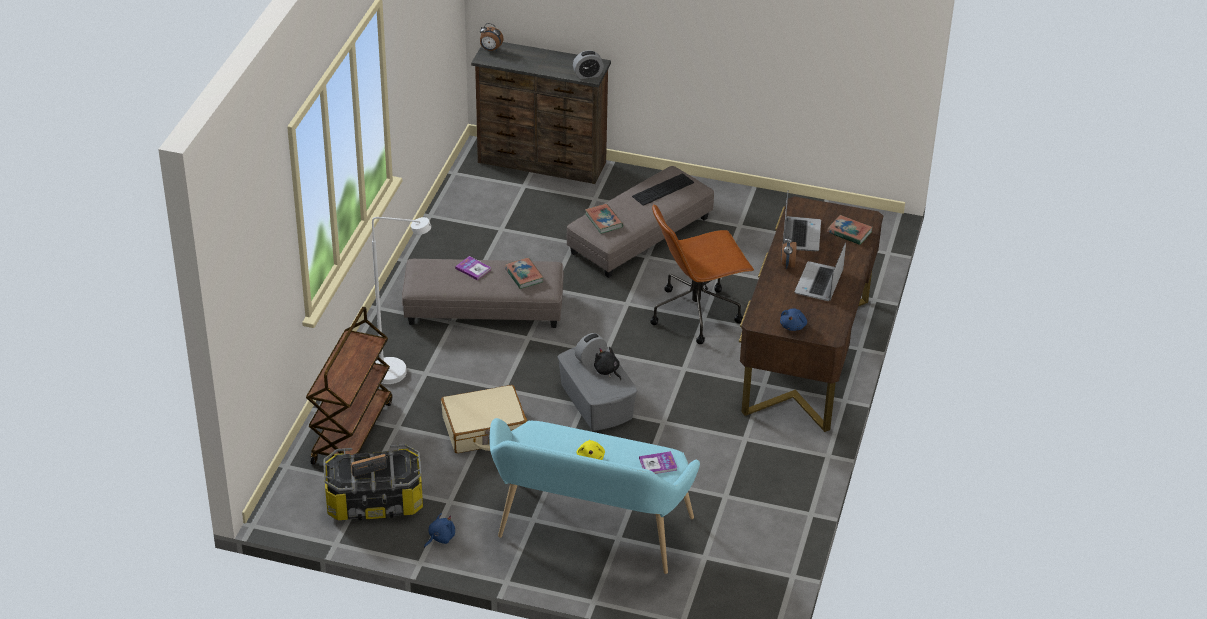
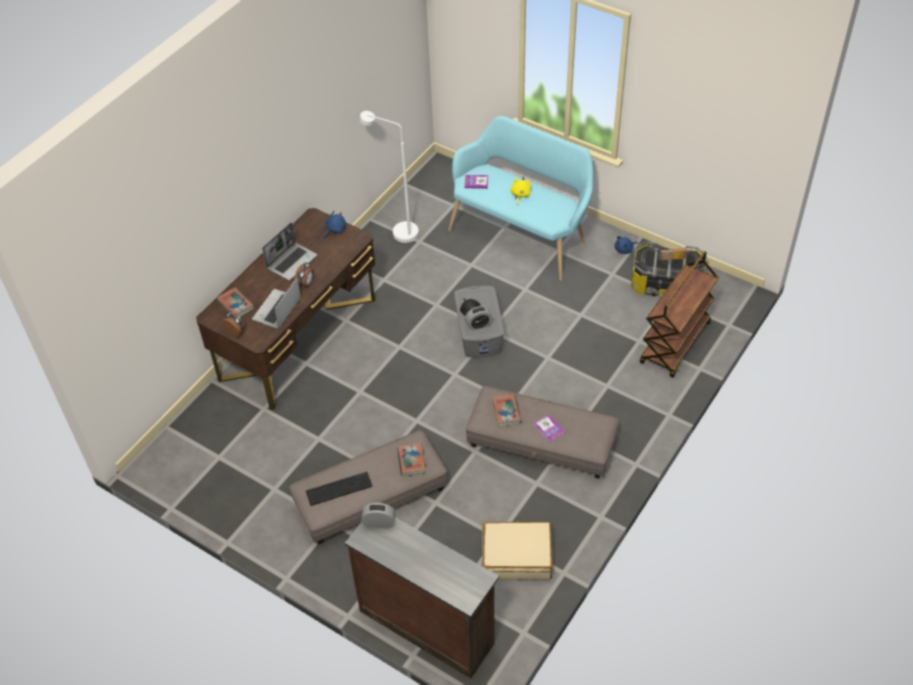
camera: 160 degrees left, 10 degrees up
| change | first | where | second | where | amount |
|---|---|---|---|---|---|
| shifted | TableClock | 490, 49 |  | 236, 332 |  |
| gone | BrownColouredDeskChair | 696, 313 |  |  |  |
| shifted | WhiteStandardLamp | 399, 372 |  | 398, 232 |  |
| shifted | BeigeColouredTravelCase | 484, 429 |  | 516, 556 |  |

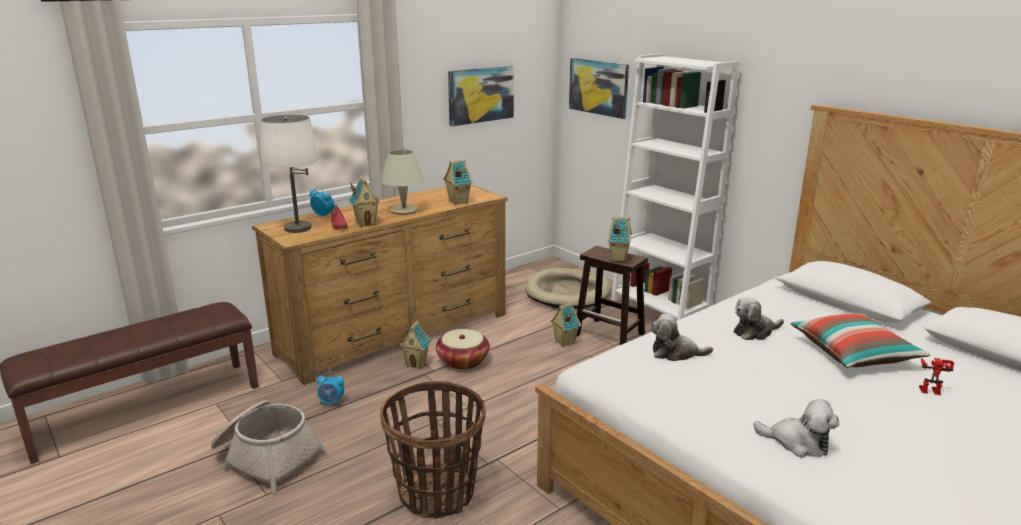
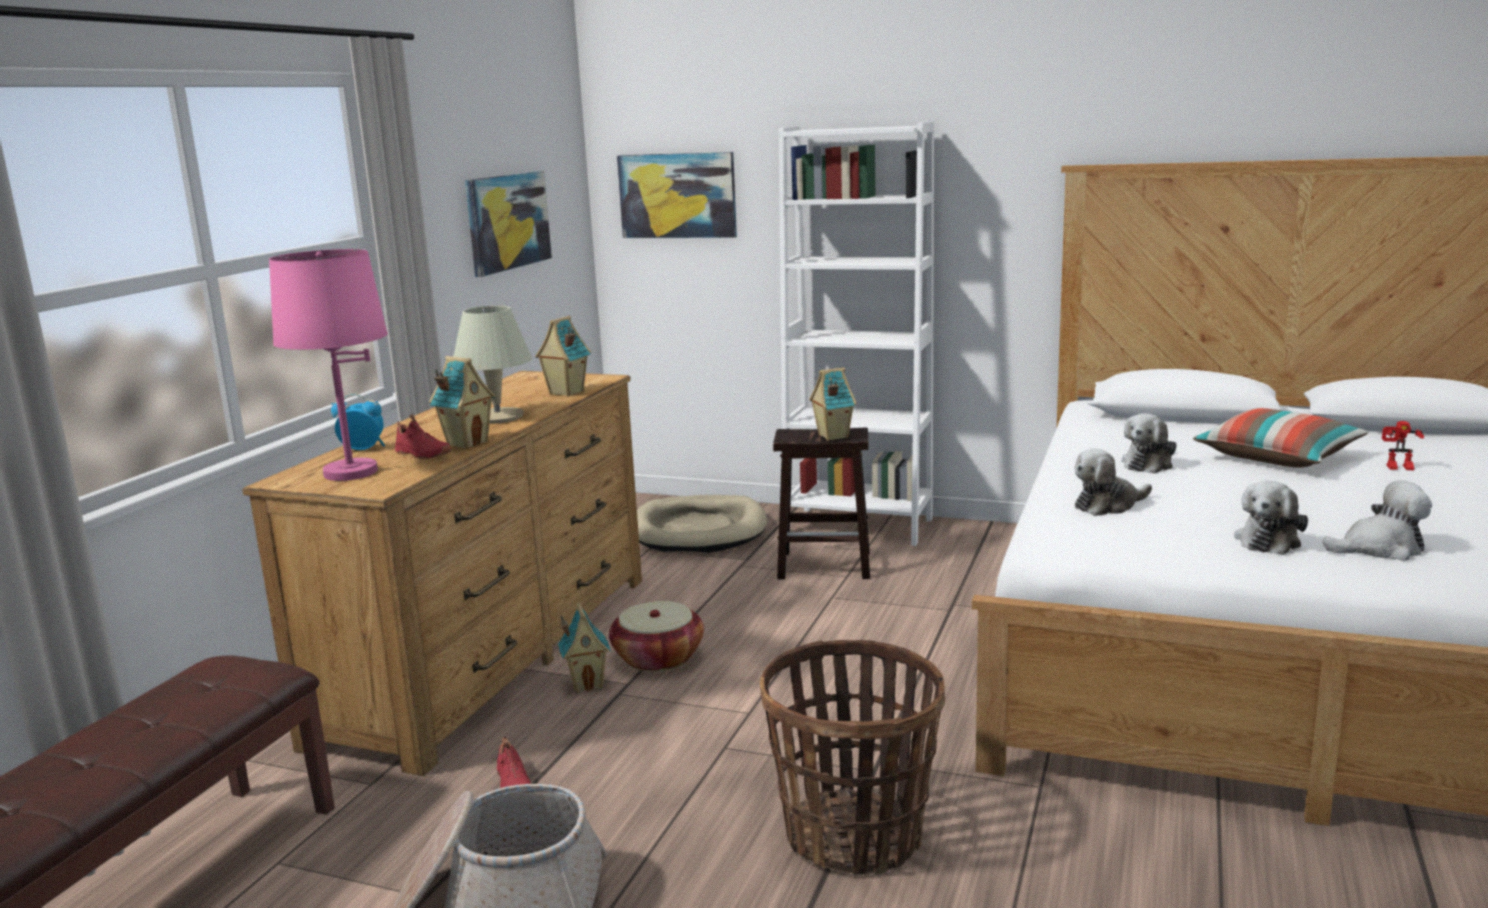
camera: 30 degrees left, 5 degrees down
| change | first | where | second | where | amount |
|---|---|---|---|---|---|
| repainted | WhiteLampForATable | 297, 228 | PinkishLampForATable | 350, 473 |  |
| gone | ModelHouse | 564, 343 |  |  |  |
| rotated | RobotFigure | 930, 389 |  | 1398, 468 | 150 degrees counterclockwise |
| swapped | TableClock | 331, 402 | ReddishShoe | 512, 783 |  |
| new |  |  | PlushToy | 1268, 540 |  |

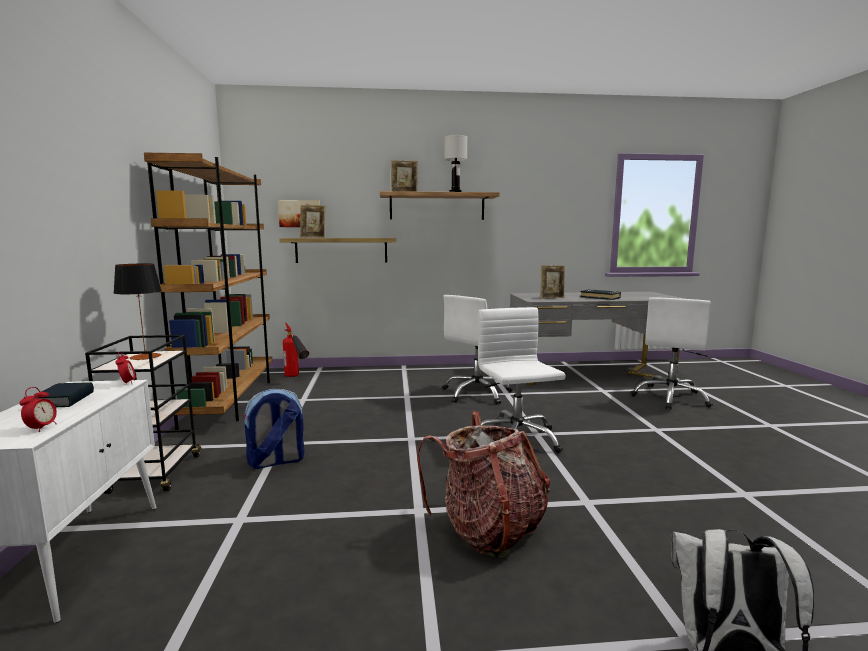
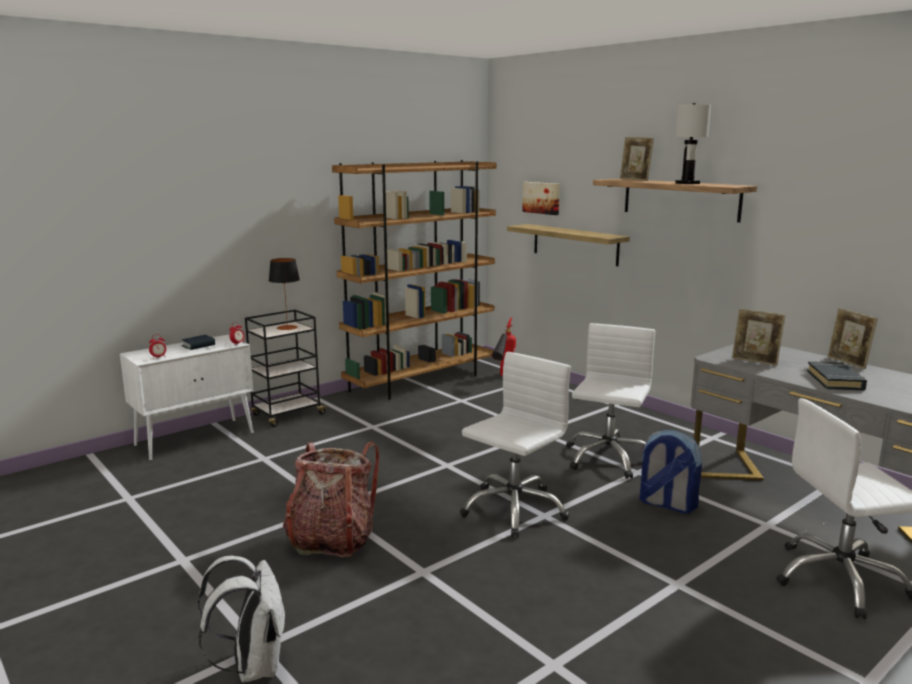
camera: 55 degrees right, 5 degrees up
| change | first | where | second | where | amount |
|---|---|---|---|---|---|
| shifted | PictureFrame | 313, 237 |  | 847, 363 |  |
| rotated | WhiteDeskChair | 477, 393 |  | 607, 458 | 105 degrees clockwise |
| shifted | Knapsack | 276, 461 |  | 666, 504 |  |

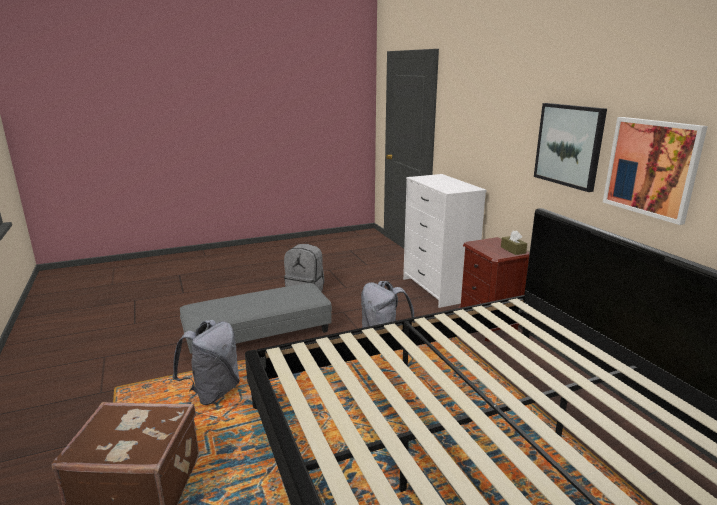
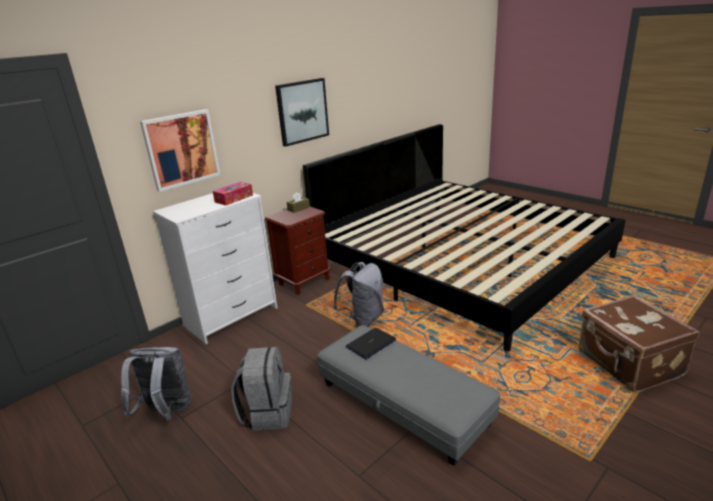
camera: 110 degrees left, 5 degrees up
| change | first | where | second | where | amount |
|---|---|---|---|---|---|
| shifted | WallPicture | 651, 168 |  | 181, 149 |  |
| shifted | GrayKnapsack | 213, 392 |  | 166, 412 |  |
| new |  |  | TissueBox | 234, 198 |  |
| new |  |  | Laptop | 371, 344 |  |

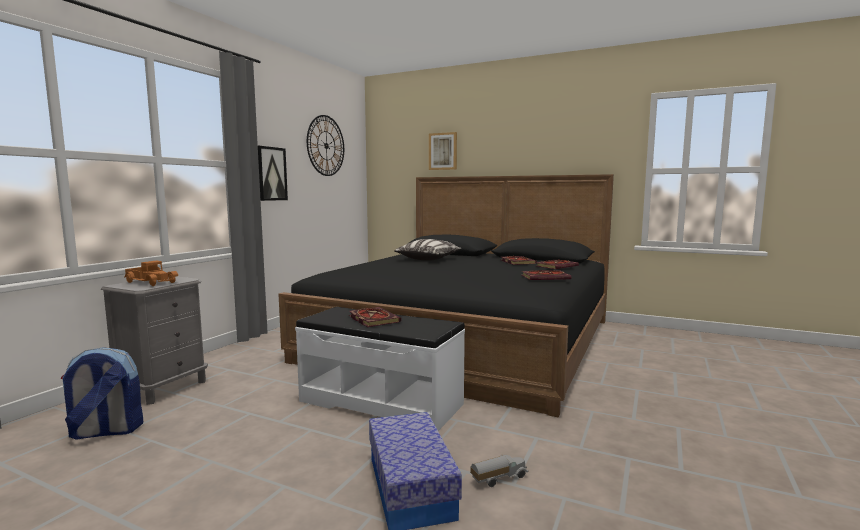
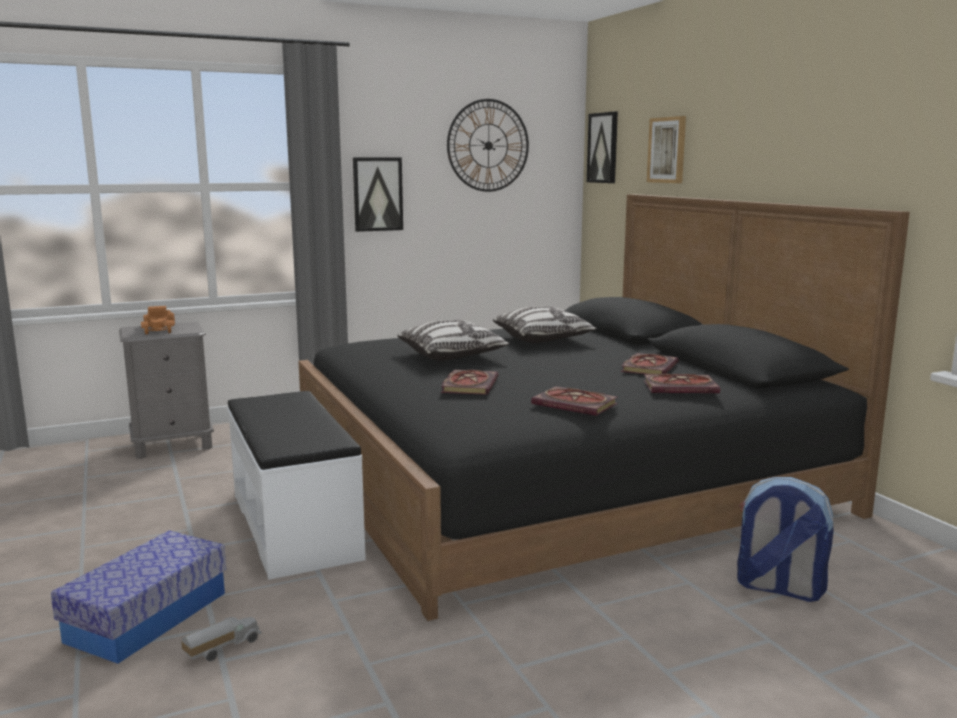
camera: 40 degrees right, 5 degrees up
| change | first | where | second | where | amount |
|---|---|---|---|---|---|
| shifted | BoundBook | 372, 319 |  | 469, 385 |  |
| shifted | Knapsack | 105, 431 |  | 778, 588 |  |
| rotated | ModelTruck | 498, 478 |  | 222, 649 | 60 degrees counterclockwise |
| new |  |  | WallPicture | 603, 148 |  |
| new |  |  | Pillow | 453, 356 |  |

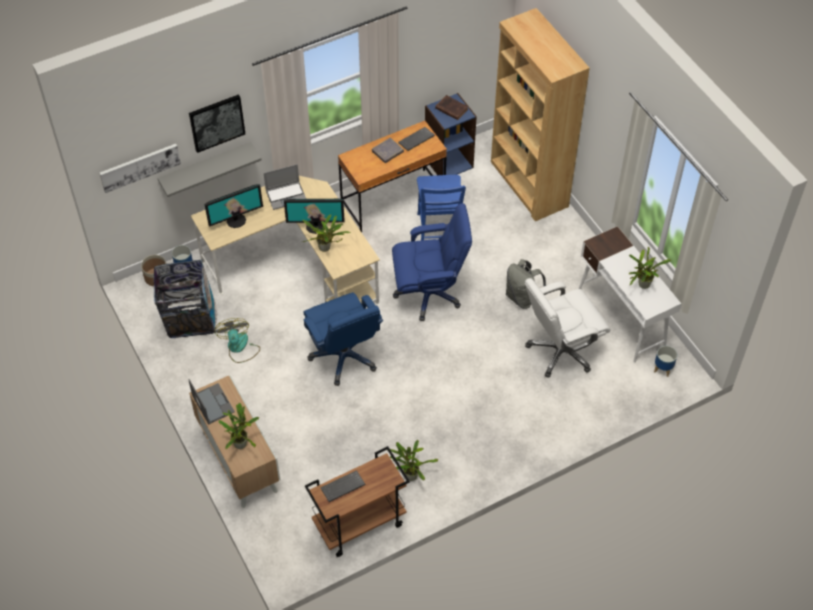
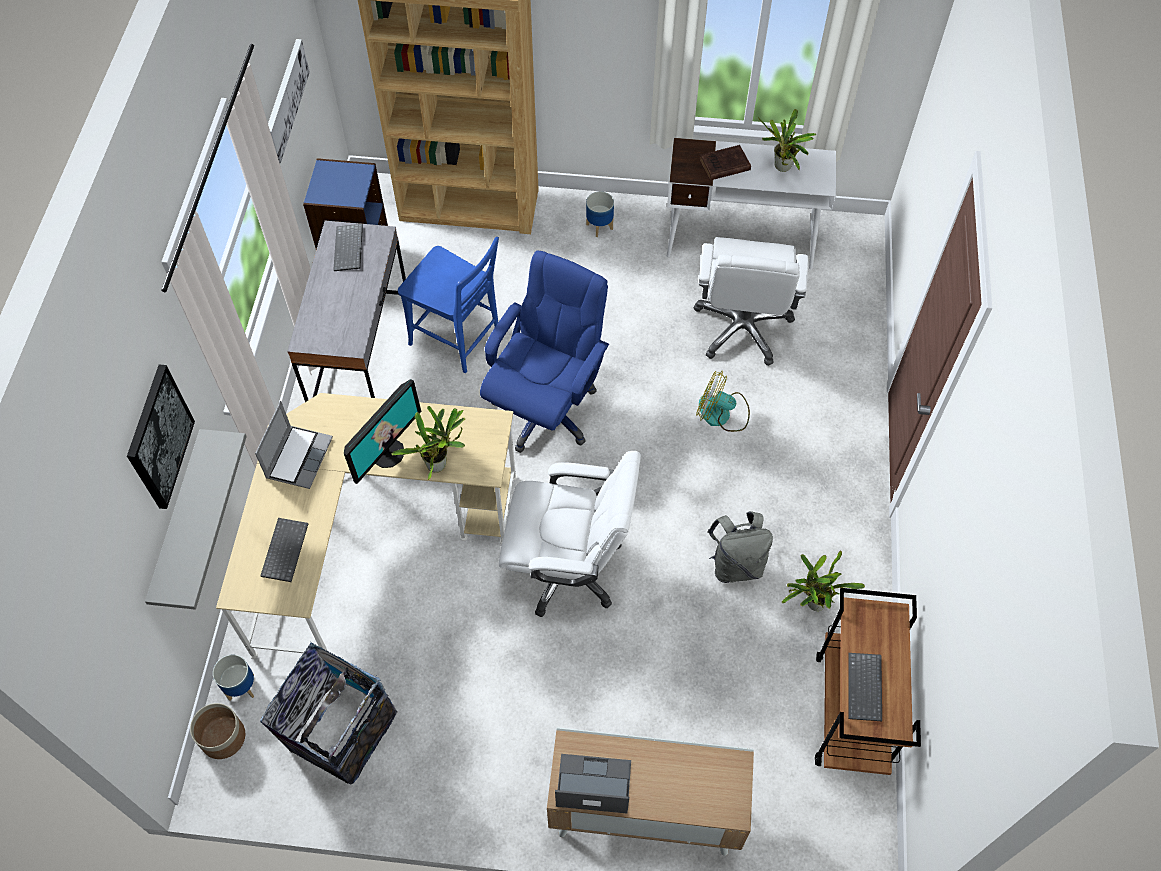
camera: 55 degrees left, 5 degrees up
| change | first | where | second | where | amount |
|---|---|---|---|---|---|
| shifted | BrownColouredBoundBook | 451, 109 |  | 723, 165 |  |
| repainted | BrownColouredDeskUnit | 393, 200 | GrayDeskUnit | 362, 358 |  |
| gone | GrayBoundBook | 387, 152 |  |  |  |
| shifted | WallPicture | 140, 167 |  | 285, 100 |  |
| swapped | Monitor | 236, 220 | Keyboard | 284, 549 |  |
| shifted | GrayKnapsack | 522, 297 |  | 736, 564 |  |
| repainted | BluishDeskChair | 344, 356 | WhiteDeskChair | 568, 568 |  |
| shifted | Fan | 239, 348 |  | 722, 414 |  |
| shifted | Planter | 663, 369 |  | 600, 226 |  |
| gone | PottedPlant | 241, 442 |  |  |  |

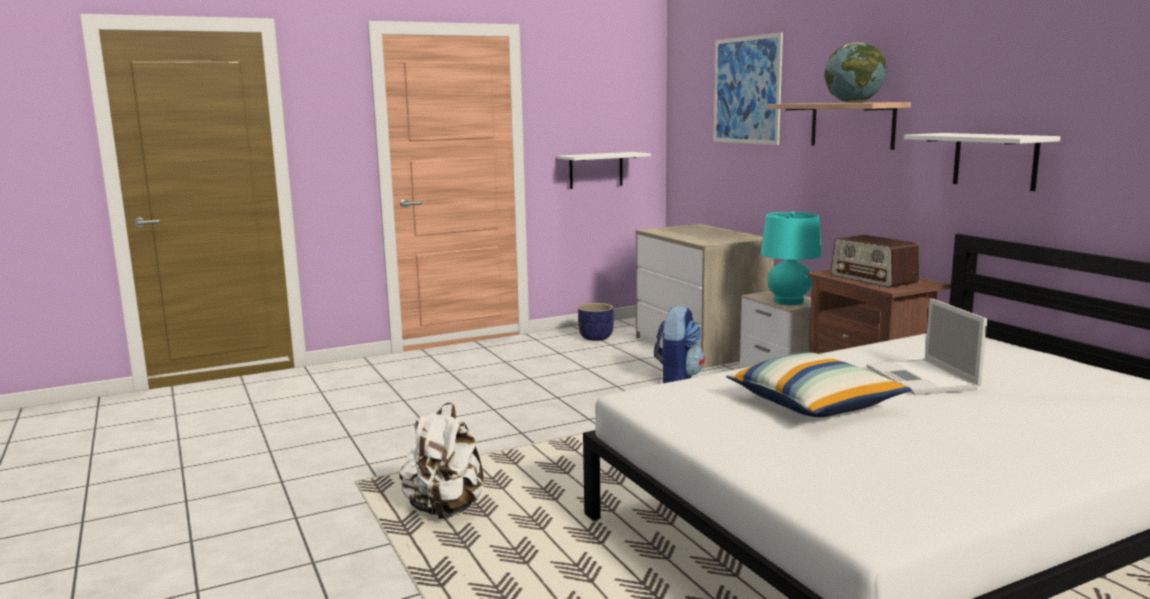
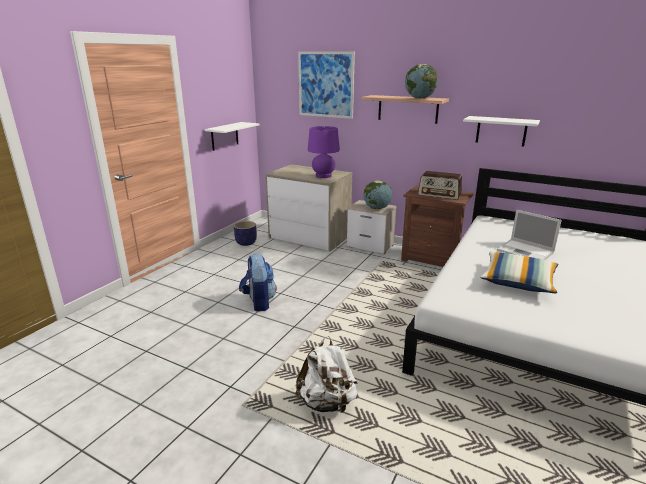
camera: 35 degrees left, 10 degrees up
| change | first | where | second | where | amount |
|---|---|---|---|---|---|
| swapped | TurquoiseColouredLampForATable | 788, 301 | WorldGlobe | 377, 208 |  |
| shifted | Knapsack | 677, 379 |  | 258, 302 |  |
| new |  |  | PurpleLampForATable | 323, 176 |  |

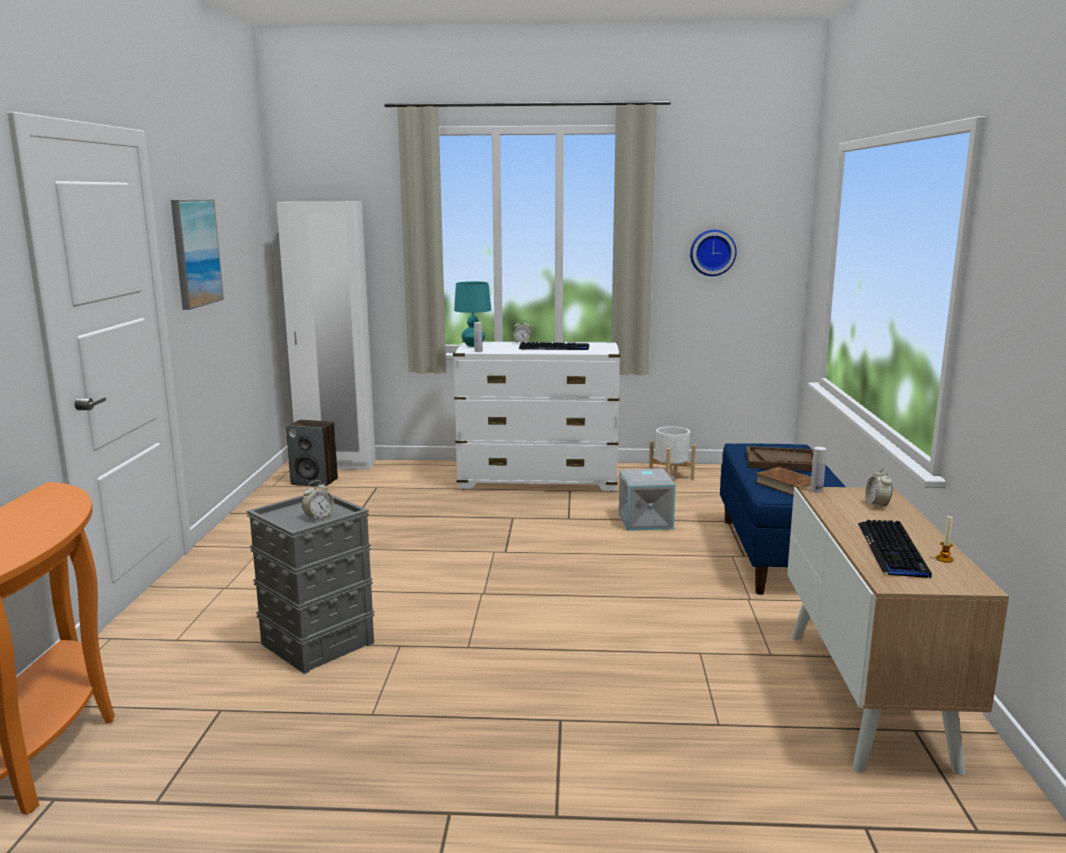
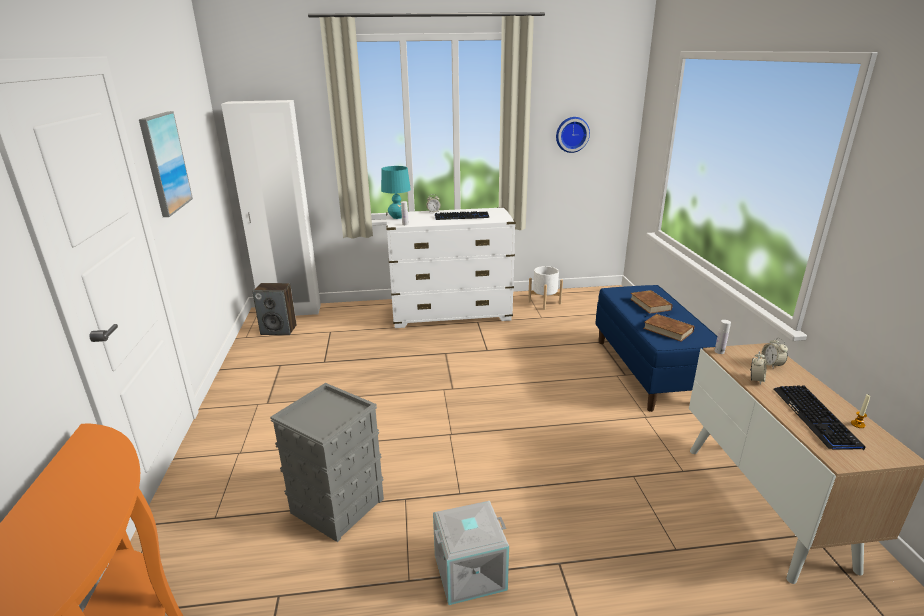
camera: 10 degrees left, 10 degrees up
| change | first | where | second | where | amount |
|---|---|---|---|---|---|
| swapped | BrownColouredTray | 782, 461 | BrownColouredBoundBook | 650, 304 |  |
| shifted | GrayStorageContainer | 645, 521 |  | 470, 571 |  |
| shifted | TableClock | 318, 517 |  | 756, 380 |  |

